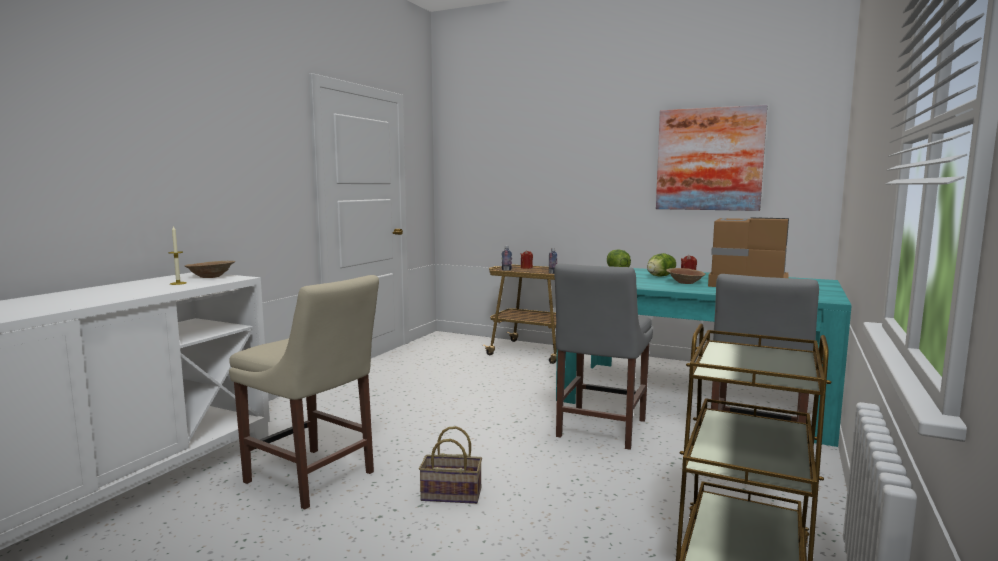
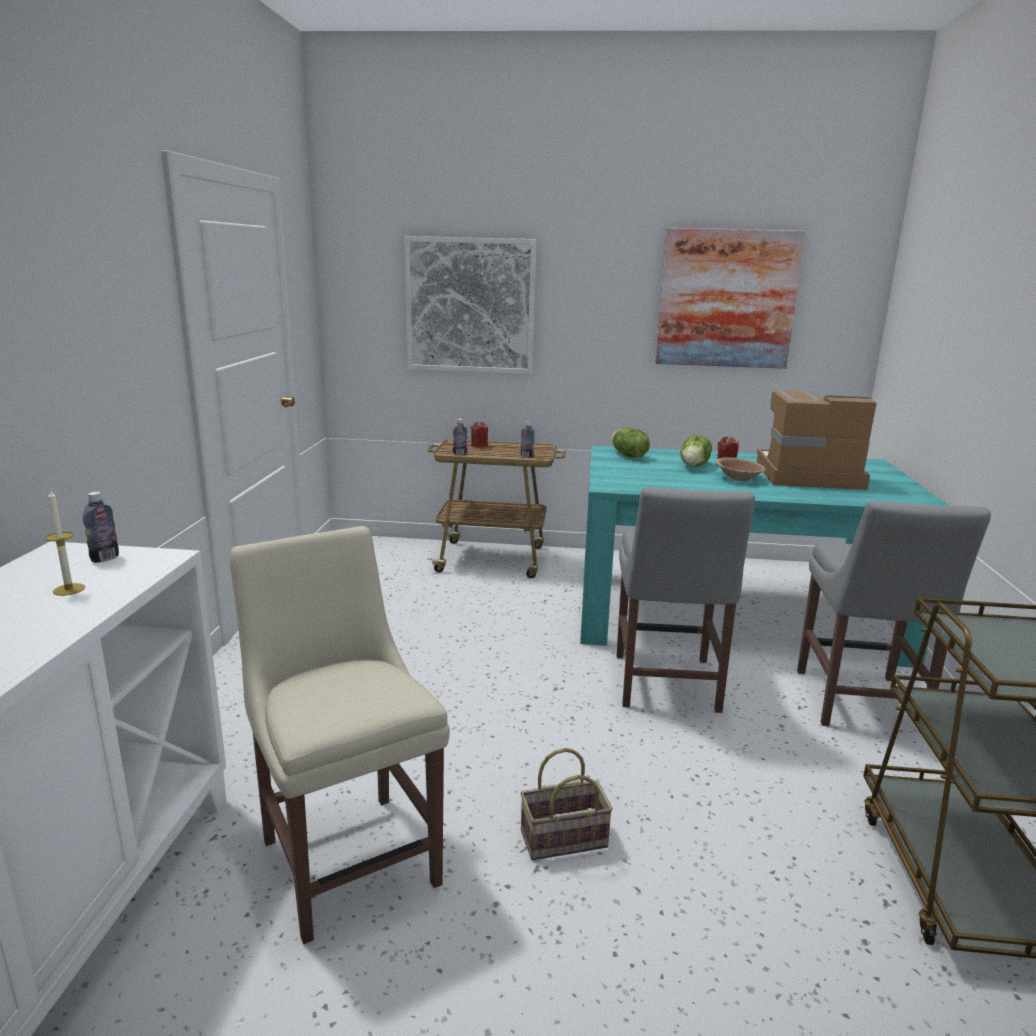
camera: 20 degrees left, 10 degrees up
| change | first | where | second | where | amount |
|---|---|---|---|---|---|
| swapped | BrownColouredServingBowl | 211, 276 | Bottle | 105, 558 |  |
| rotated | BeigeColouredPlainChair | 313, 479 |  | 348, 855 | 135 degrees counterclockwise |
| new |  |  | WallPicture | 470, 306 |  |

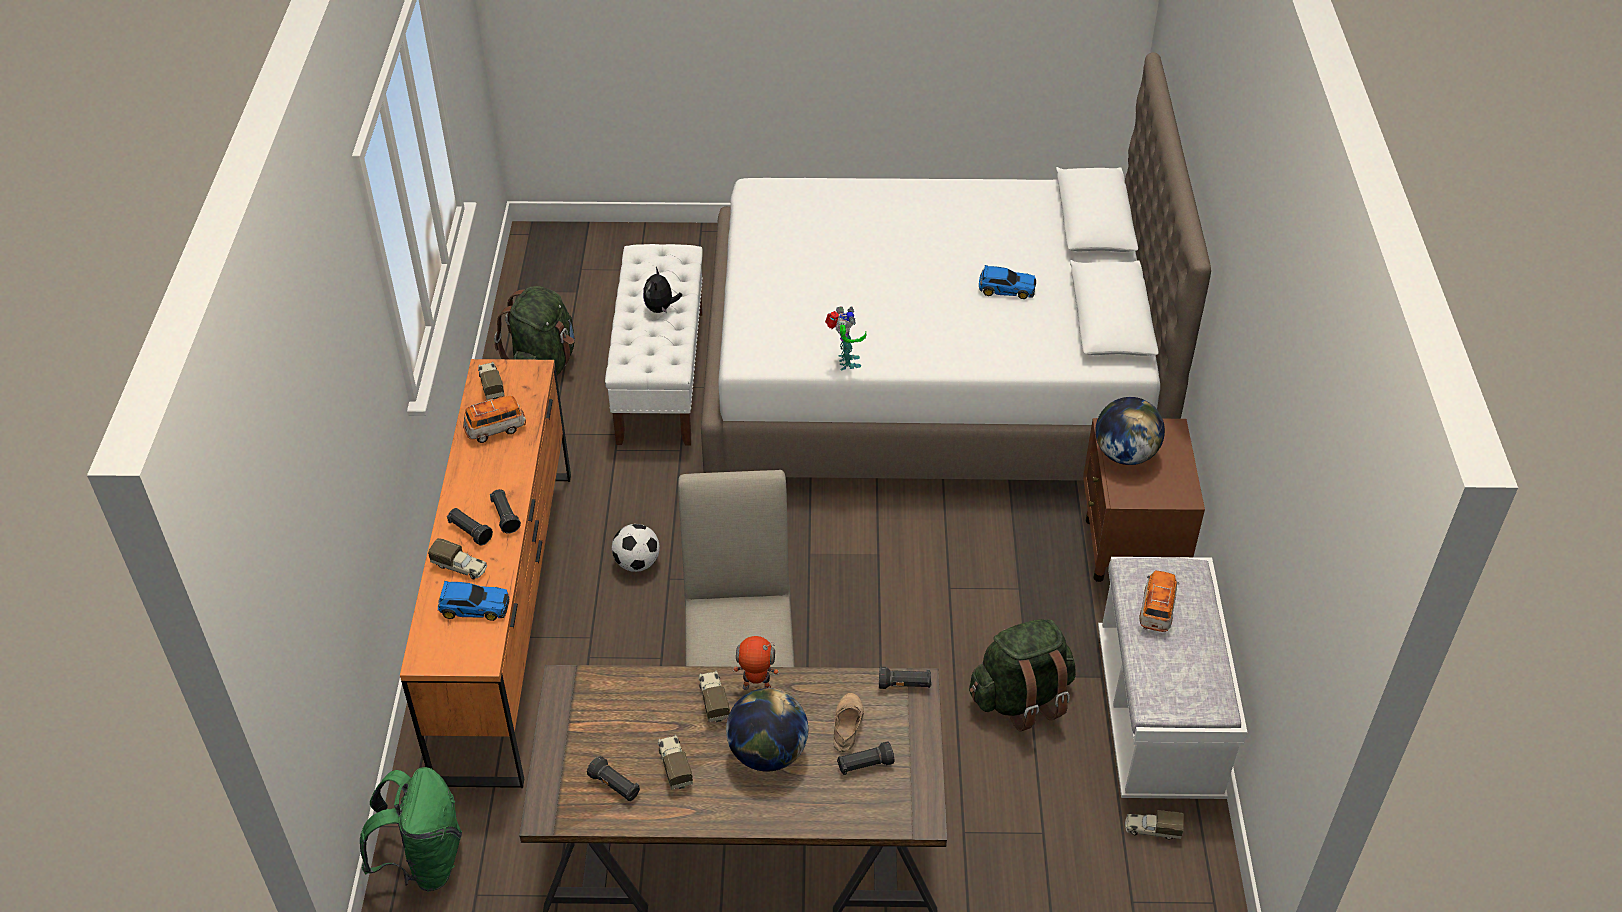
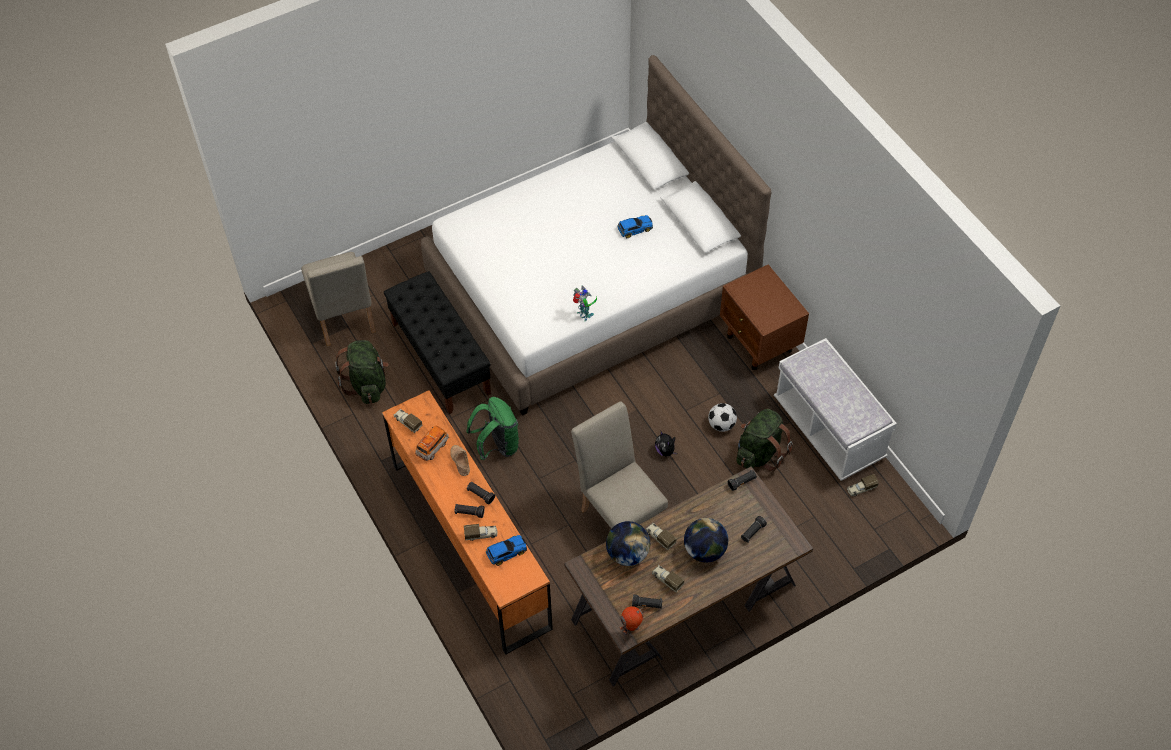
camera: 30 degrees left, 10 degrees up
| change | first | where | second | where | amount |
|---|---|---|---|---|---|
| repainted | WhiteIndoorBench | 661, 376 | BlackColouredIndoorBench | 441, 359 |  |
| shifted | PlushToy | 661, 308 |  | 665, 451 |  |
| shifted | WorldGlobe | 1125, 454 |  | 627, 553 |  |
| shifted | BallForFootball | 637, 563 |  | 721, 425 |  |
| gone | ModelCar | 1156, 611 |  |  |  |
| shifted | RobotFigure | 756, 688 |  | 631, 631 |  |
| shifted | BeigeColouredShoe | 846, 725 |  | 460, 461 |  |
| shifted | GreenColouredKnapsack | 424, 861 |  | 497, 445 |  |
| new |  |  | BeigeColouredPlainChair | 344, 320 |  |

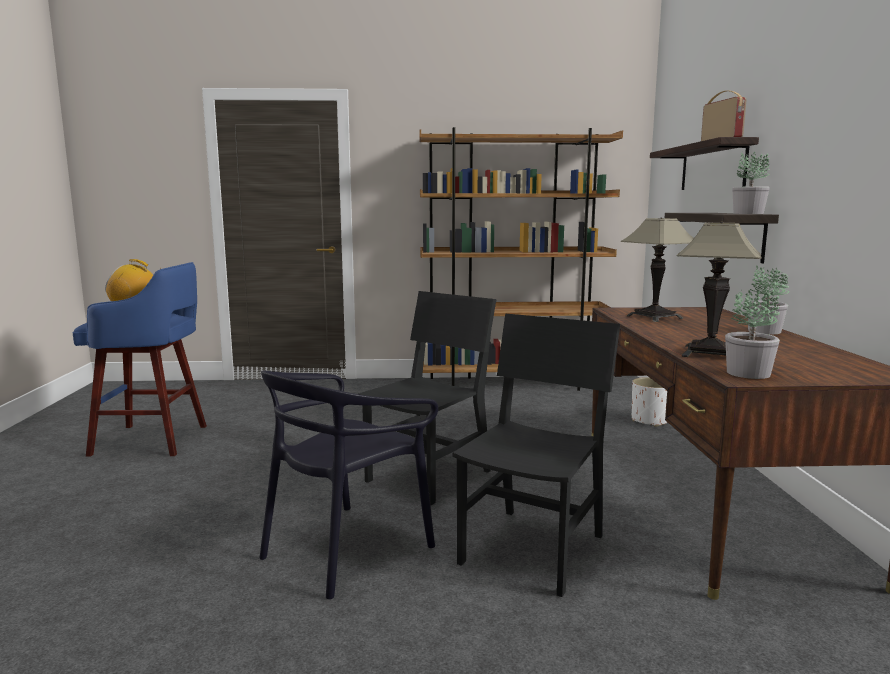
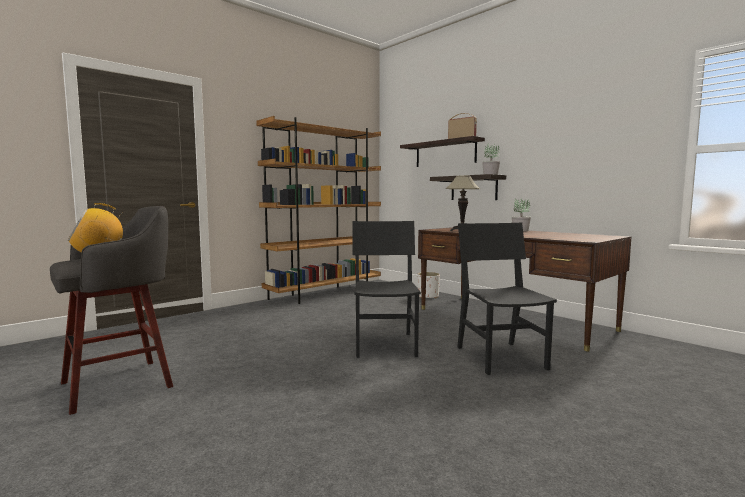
camera: 40 degrees left, 5 degrees down
| change | first | where | second | where | amount |
|---|---|---|---|---|---|
| gone | LampForATable | 710, 353 |  |  |  |
| repainted | BluishStool | 154, 440 | GrayStool | 121, 383 |  |
| gone | PottedPlant | 749, 373 |  |  |  |
| gone | BlackColouredPlainChair | 346, 549 |  |  |  |

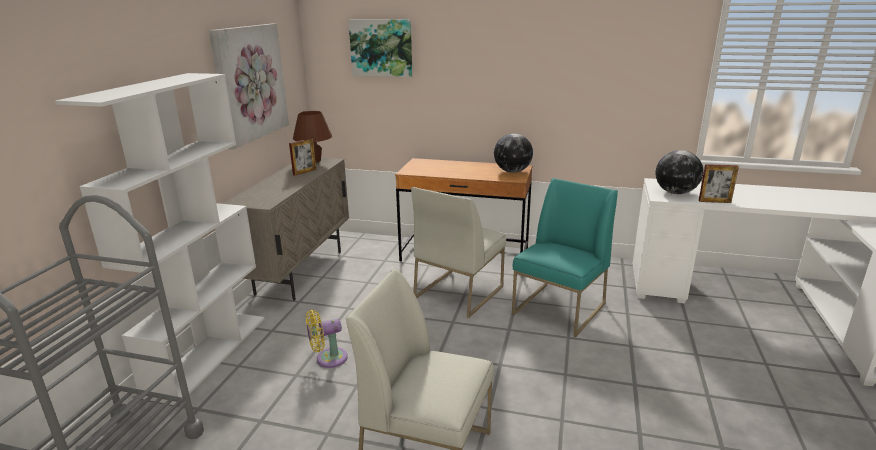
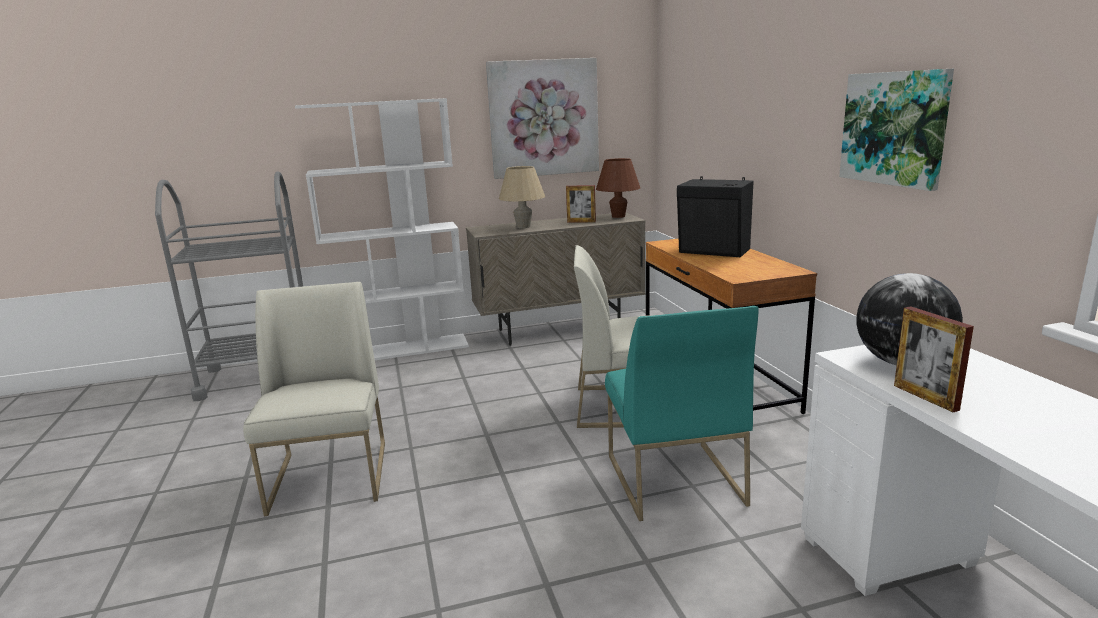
camera: 60 degrees right, 5 degrees down
| change | first | where | second | where | amount |
|---|---|---|---|---|---|
| shifted | WallPicture | 381, 48 |  | 894, 128 |  |
| gone | WorldGlobe | 512, 171 |  |  |  |
| rotated | TurquoiseColouredPlainChair | 559, 309 |  | 672, 479 | 75 degrees clockwise |
| gone | YellowishFan | 328, 359 |  |  |  |
| new |  |  | BeigeColouredLampForATable | 523, 227 |  |
| new |  |  | BlackColouredLoudspeaker | 714, 251 |  |

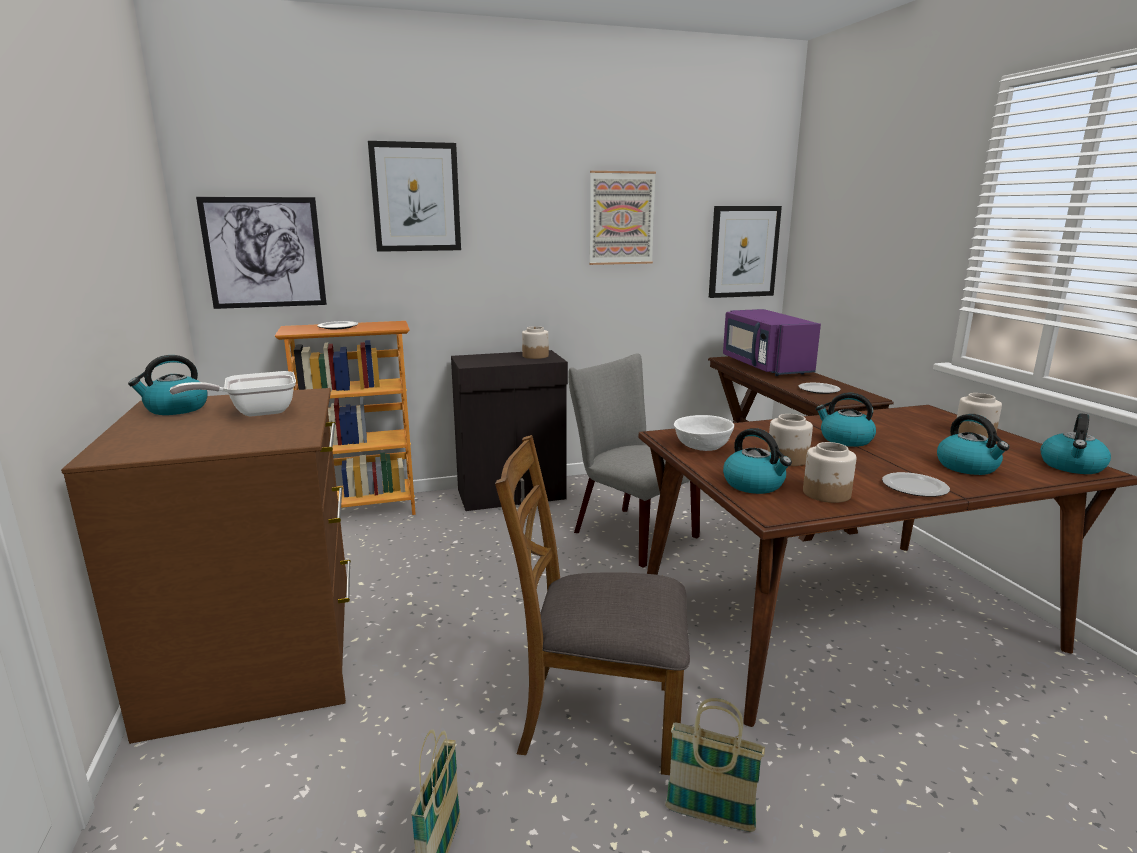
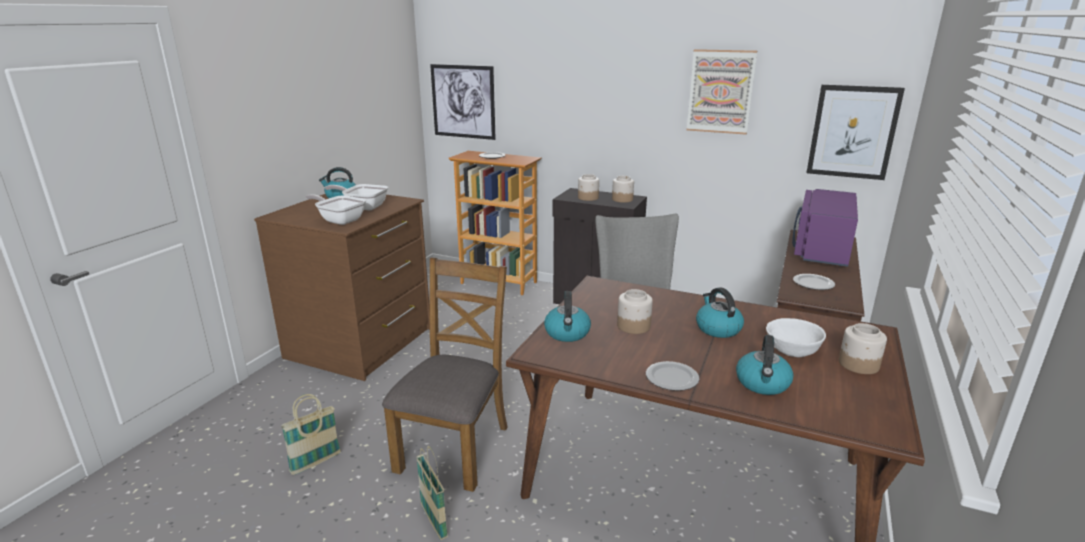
camera: 40 degrees right, 5 degrees up
| change | first | where | second | where | amount |
|---|---|---|---|---|---|
| gone | WallPicture | 415, 197 |  |  |  |
| gone | TeaKettle | 1072, 466 |  |  |  |
| shifted | WhiteServingBowl | 702, 446 |  | 792, 350 |  |
| rotated | BrownColouredPlainChair | 598, 717 |  | 455, 447 | 60 degrees clockwise |
| shifted | Jar | 827, 494 |  | 588, 198 |  |
| new |  |  | Skillet | 339, 220 |  |

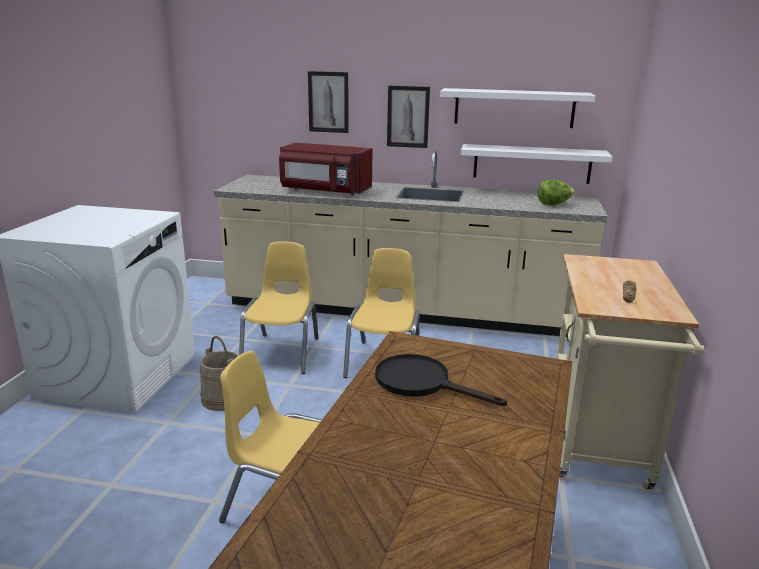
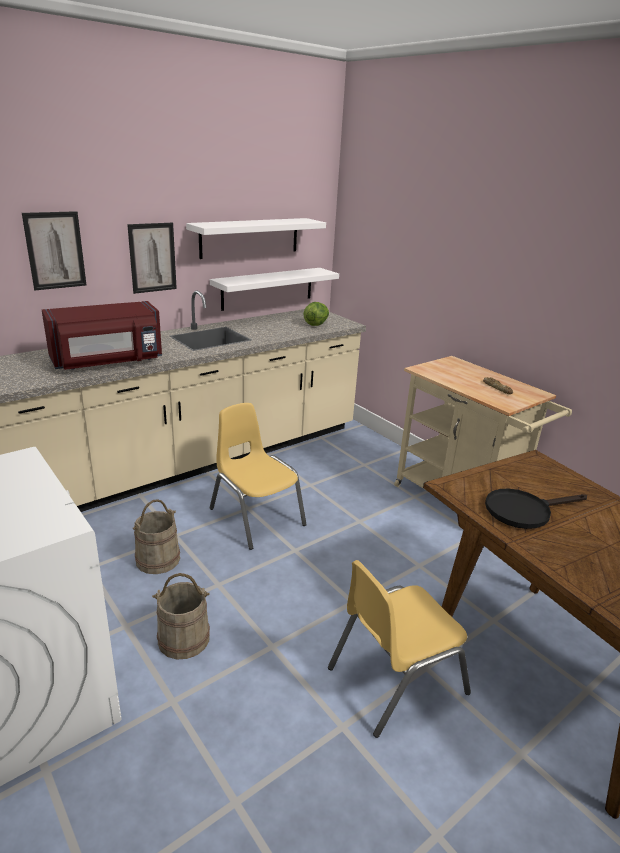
camera: 50 degrees left, 5 degrees up
| change | first | where | second | where | amount |
|---|---|---|---|---|---|
| swapped | YellowishPlainChair | 282, 353 | BeigeColouredWaterBucket | 158, 559 |  |

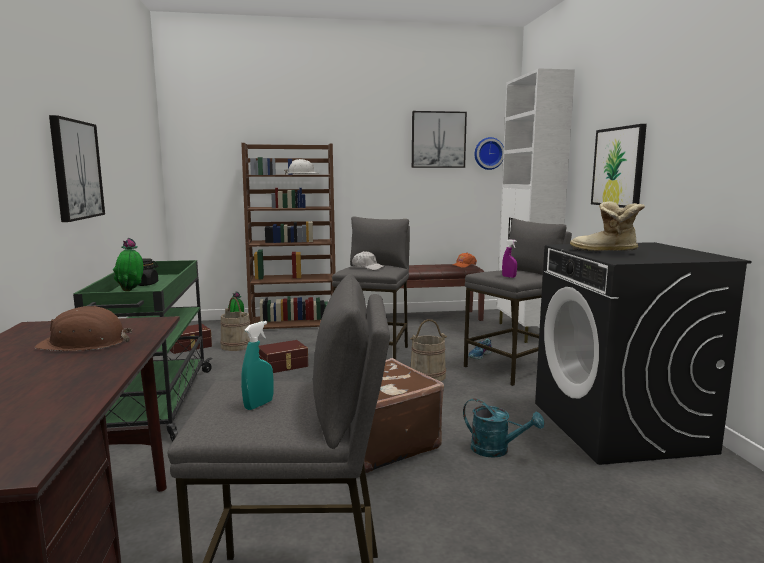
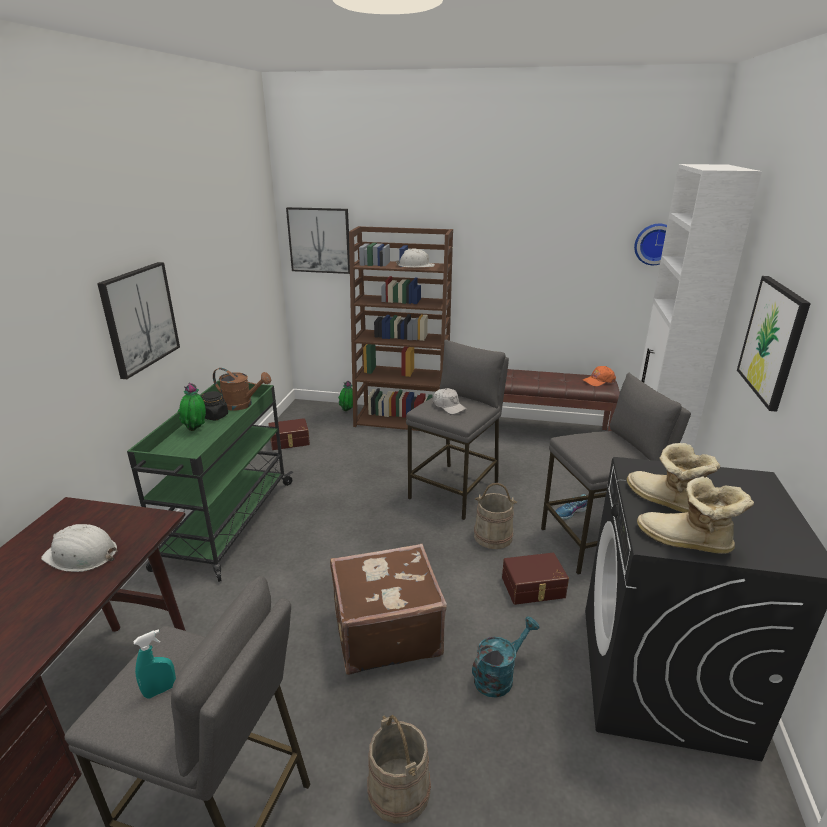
camera: 20 degrees right, 15 degrees up
| change | first | where | second | where | amount |
|---|---|---|---|---|---|
| shifted | WallPicture | 438, 140 |  | 319, 240 |  |
| gone | PurpleHandSprayer | 509, 277 |  |  |  |
| shifted | BeigeColouredWaterBucket | 236, 346 |  | 399, 790 |  |
| repainted | BrownColouredHardHat | 84, 343 | WhiteHardHat | 81, 555 |  |
| shifted | BrownColouredStorageContainer | 283, 365 |  | 534, 588 |  |
| rotated | TurquoiseColouredSprinklingCan | 496, 450 |  | 499, 675 | 90 degrees counterclockwise |
| new |  |  | BrownColouredSprinklingCan | 242, 405 |  |
| new |  |  | HighTopBoot | 685, 543 |  |

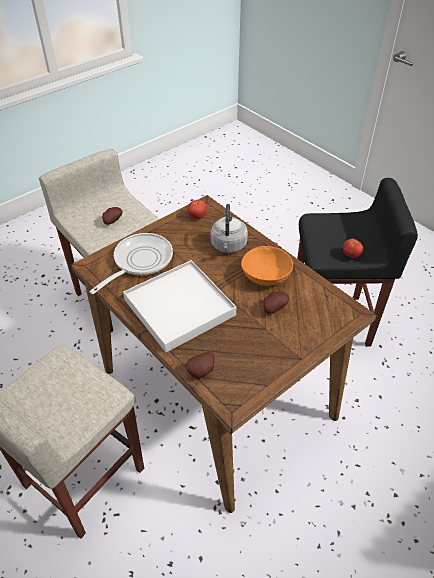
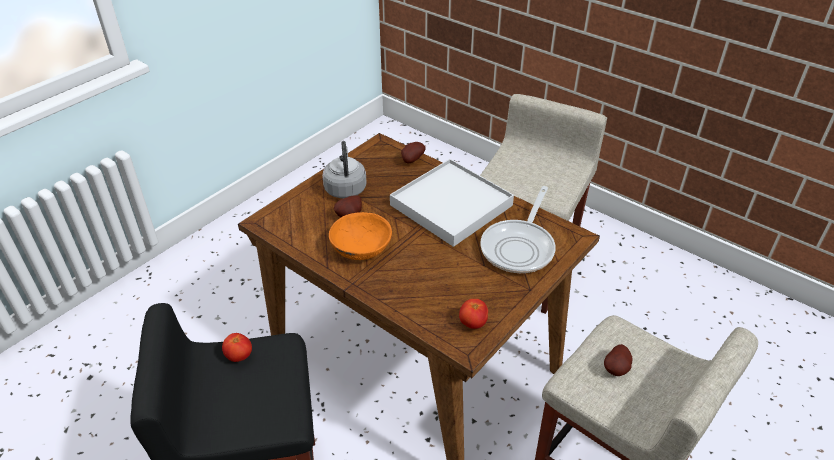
camera: 170 degrees right, 5 degrees down
| change | first | where | second | where | amount |
|---|---|---|---|---|---|
| shifted | GrayTeaKettle | 228, 246 |  | 345, 188 |  |

